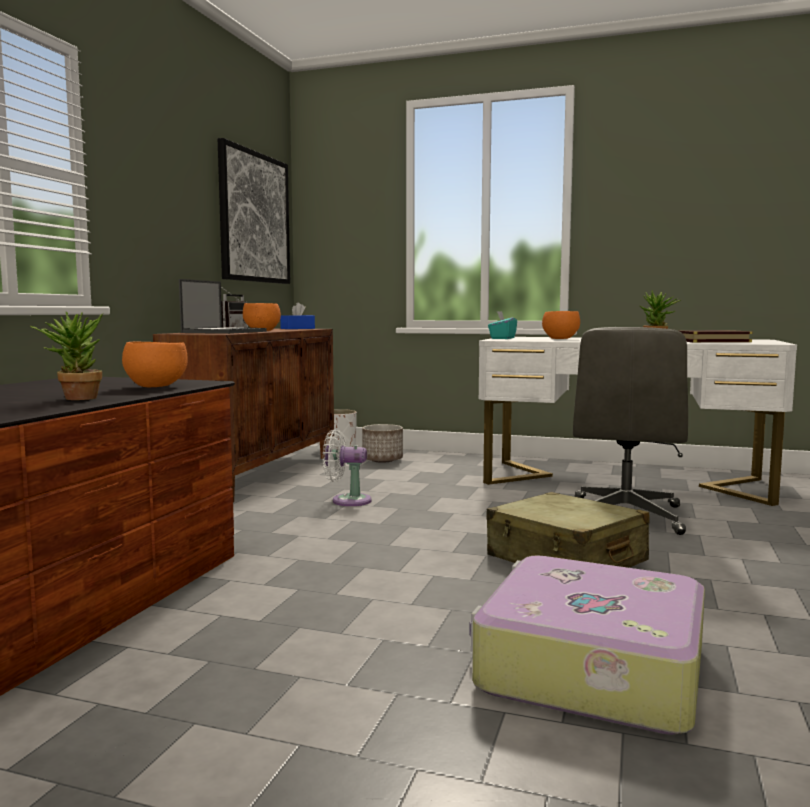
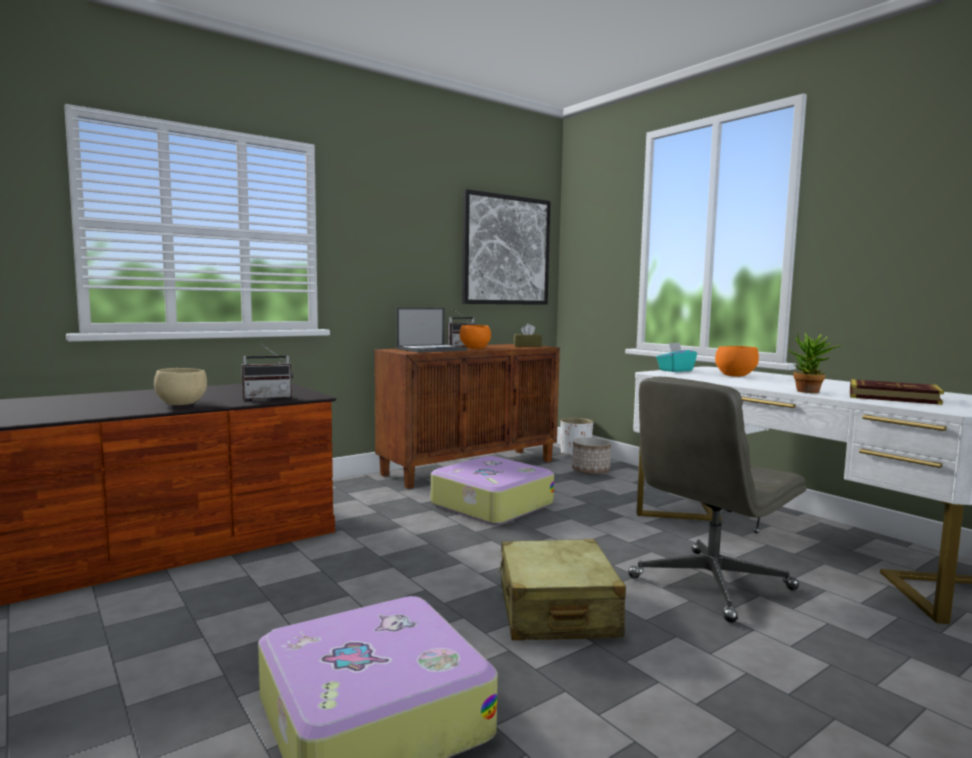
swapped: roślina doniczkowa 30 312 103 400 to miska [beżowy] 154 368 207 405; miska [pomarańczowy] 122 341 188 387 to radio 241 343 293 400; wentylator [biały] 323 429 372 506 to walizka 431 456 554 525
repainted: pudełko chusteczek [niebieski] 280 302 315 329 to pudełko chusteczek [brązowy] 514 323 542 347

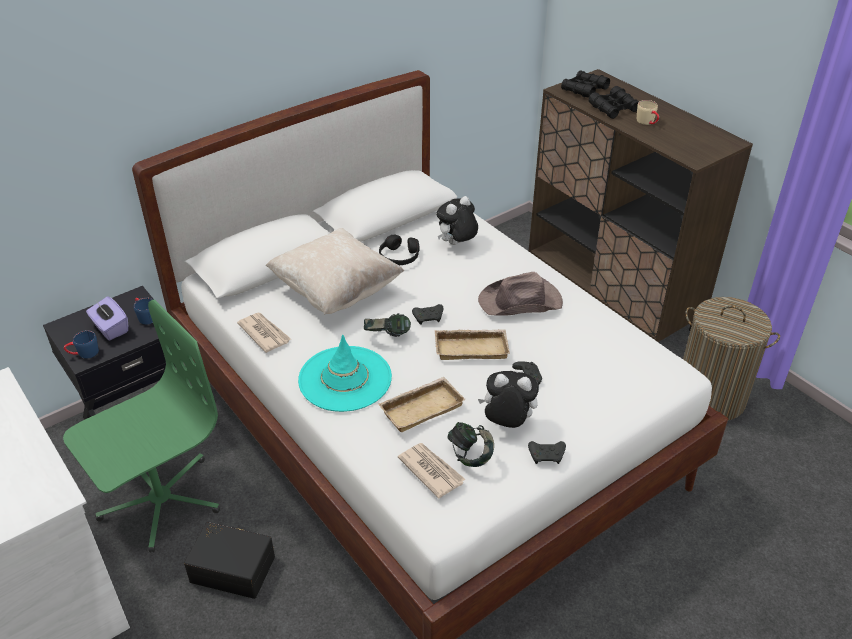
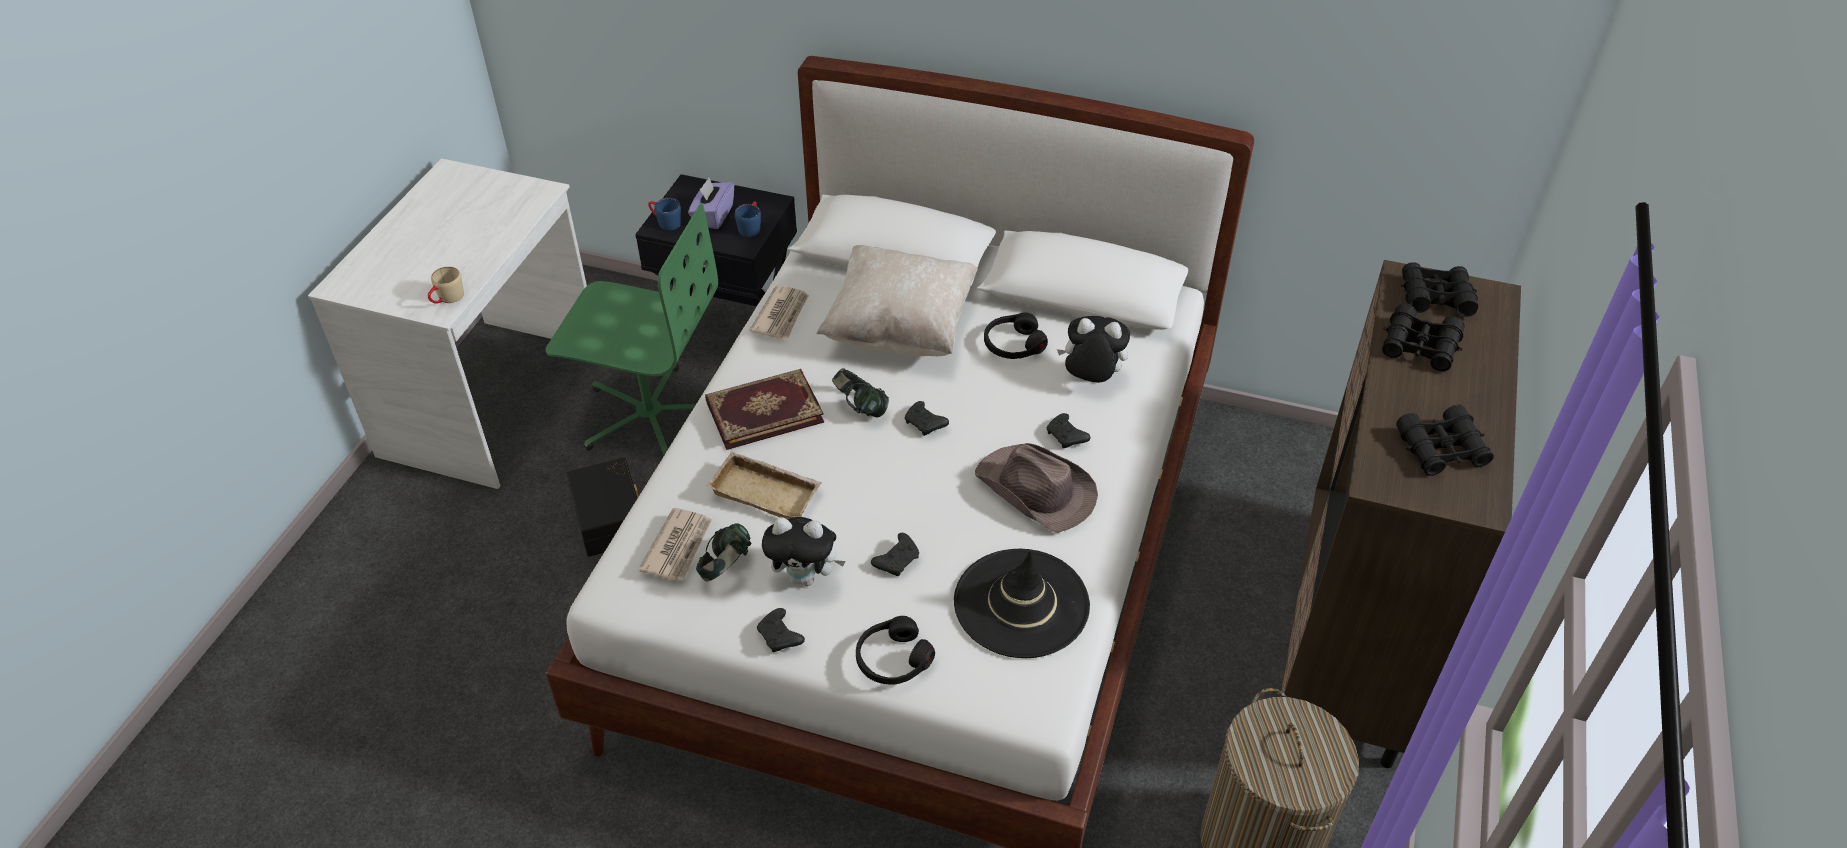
gone: taca [beżowy] 434 329 510 360
new: słuchawki [czarny] 856 616 935 685; kapelusz [czarny] 954 549 1090 658; pad do gier [czarny] 1047 413 1090 448; lornetka [czarny] 1396 404 1494 476
shifted: kubek [beżowy] 637 100 659 125 to 428 266 464 304
swapped: kapelusz [turkusowy] 298 335 392 412 to książka 705 369 824 450
rotated: pluszak 478 371 539 428 = 762 517 846 586 120 degrees clockwise

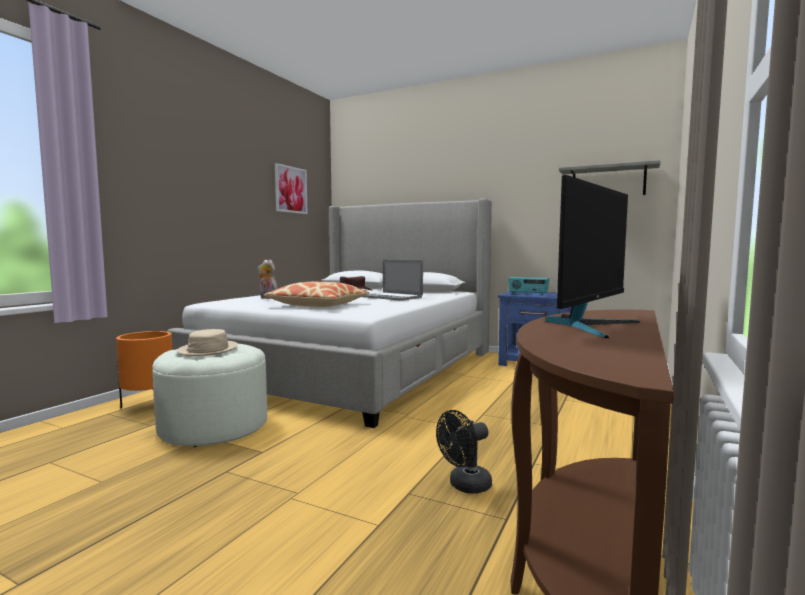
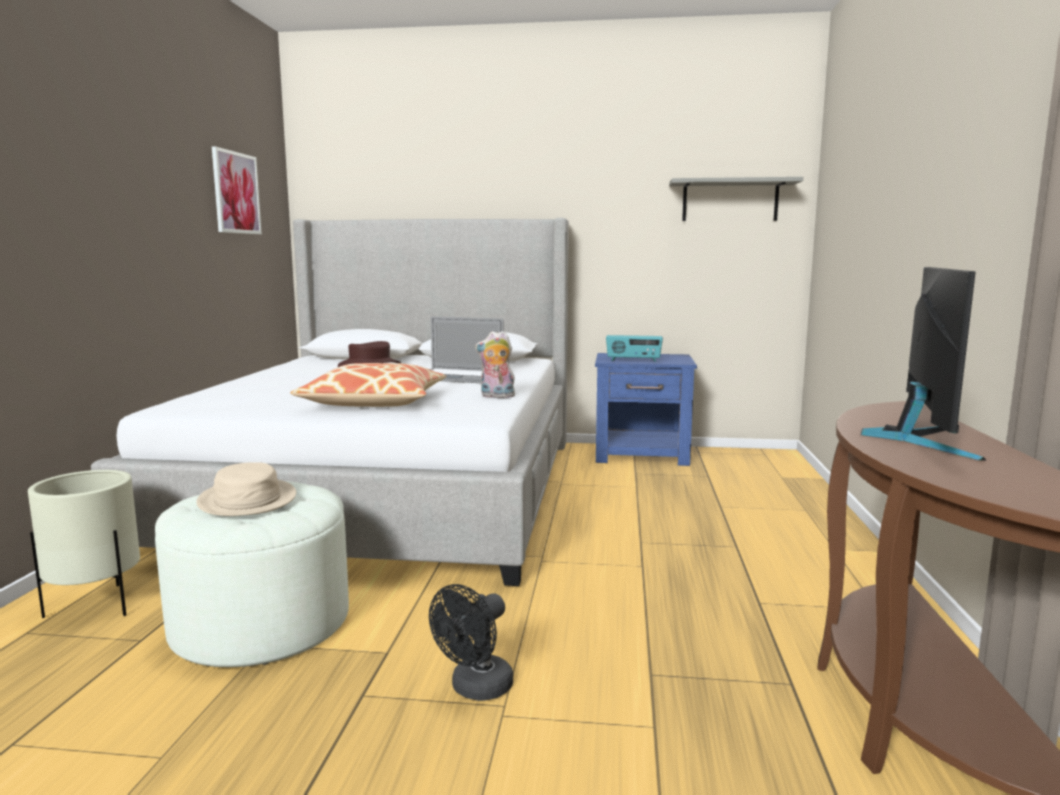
shifted: wentylator [czarny] 436 410 492 494 to 429 584 513 701; pluszak 257 259 278 299 to 475 331 515 398
repainted: donica [pomarańczowy] 116 331 173 408 to donica [beżowy] 28 470 140 618

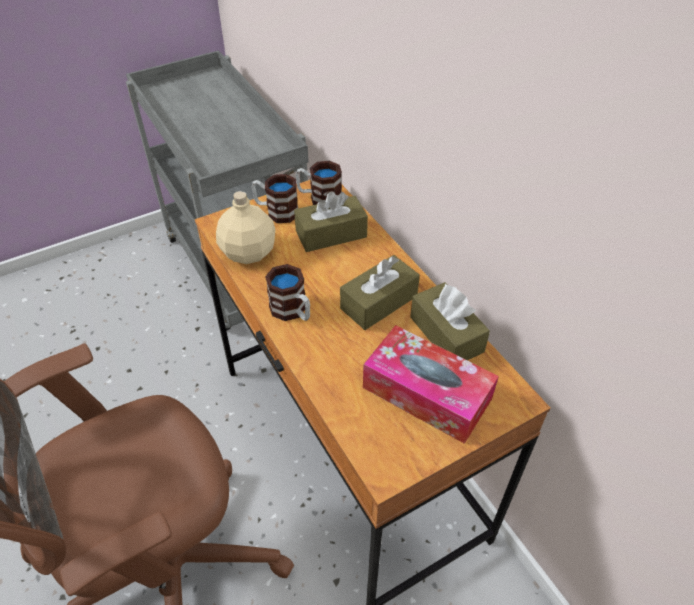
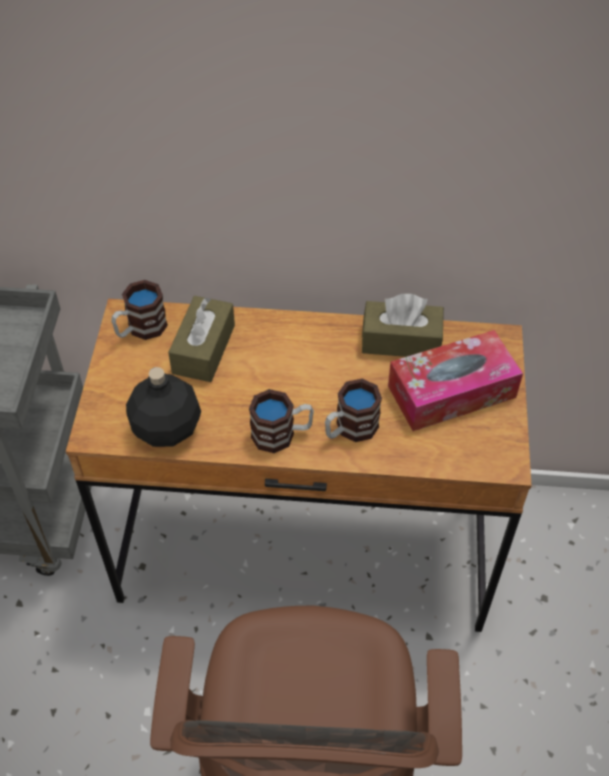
gone: pudełko chusteczek [brązowy] 340 255 420 330
shifted: kubek 252 174 298 223 to 325 379 382 442
repainted: butelka [beżowy] 216 191 275 264 to butelka [czarny] 126 367 201 447

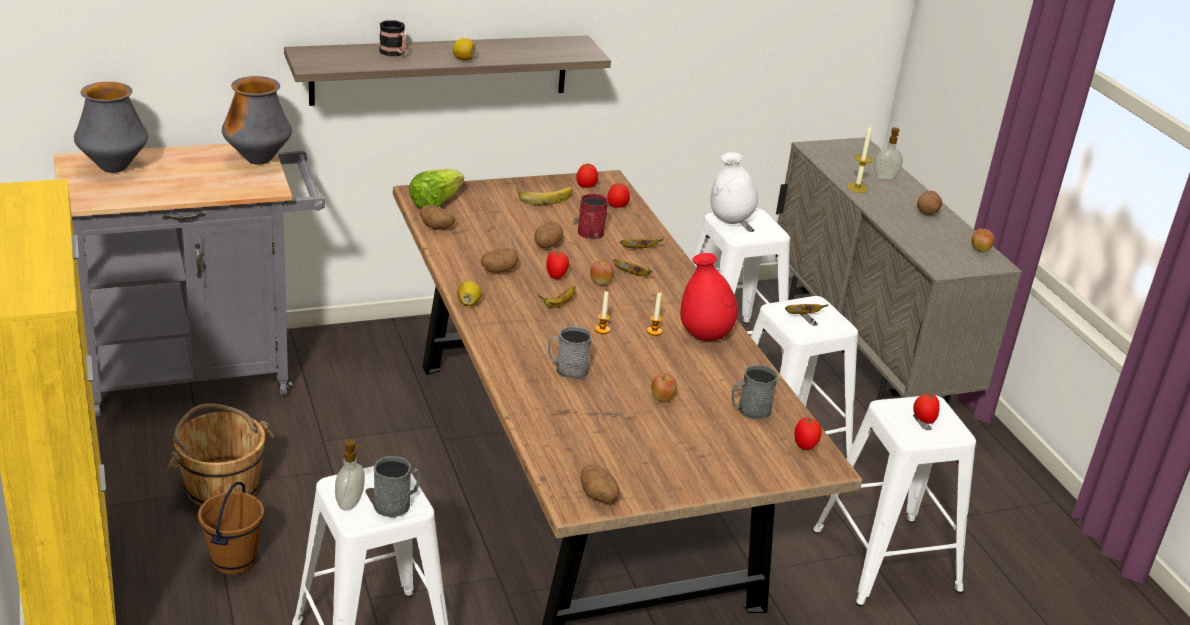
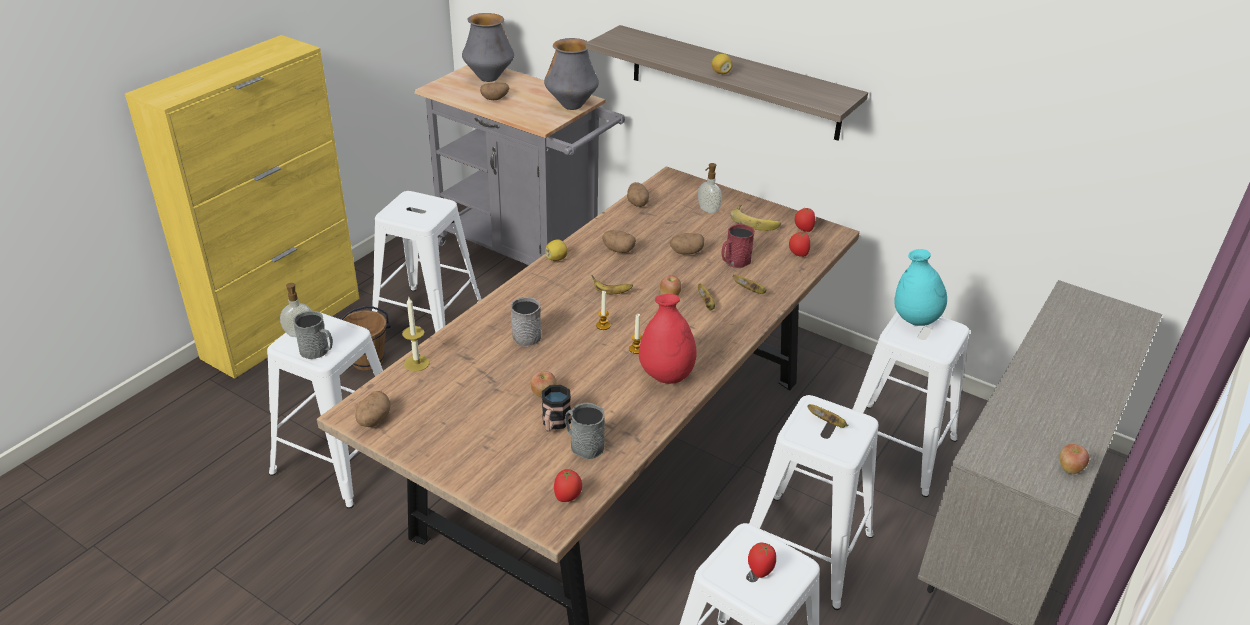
gone: sałata 409 168 464 209; pomidor 546 251 569 279
shifted: świeca 847 125 873 193 to 402 297 430 372; ziemniak 917 190 942 215 to 480 82 509 100; kubek 379 20 406 56 to 542 385 571 432; dozownik mydła 874 127 903 179 to 698 163 722 214
swapped: wiadro [brązowy] 166 403 275 506 to stołek [biały] 372 191 482 333
repainted: wazon [biały] 710 152 758 224 to wazon [turkusowy] 895 249 947 326

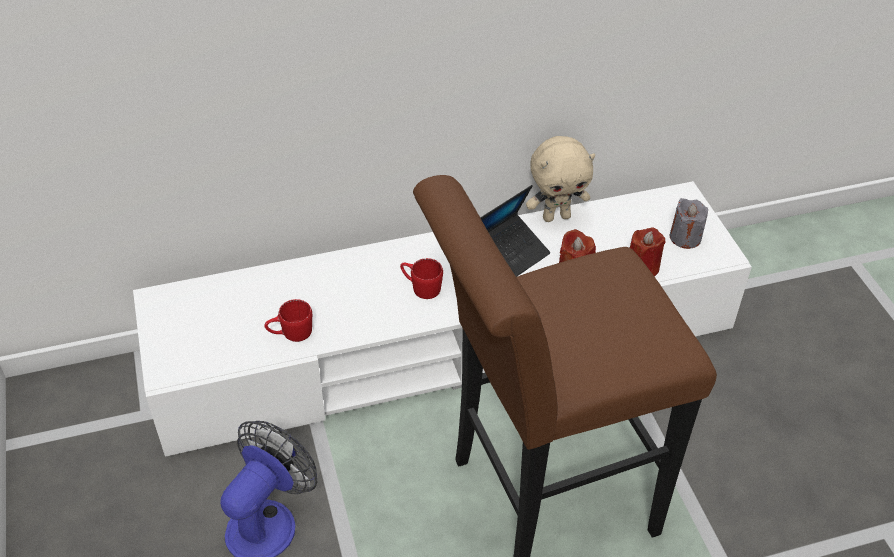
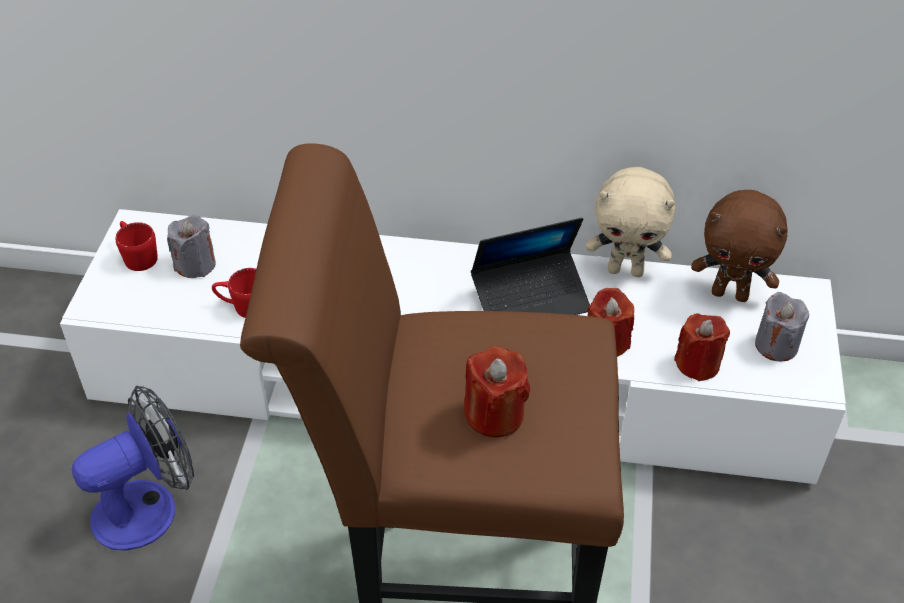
new: świeca [szary] 167 215 216 278; świeca [czerwony] 464 346 530 437; pluszak [brązowy] 691 190 787 302
shifted: kubek [czerwony] 400 258 443 299 to 116 221 158 271

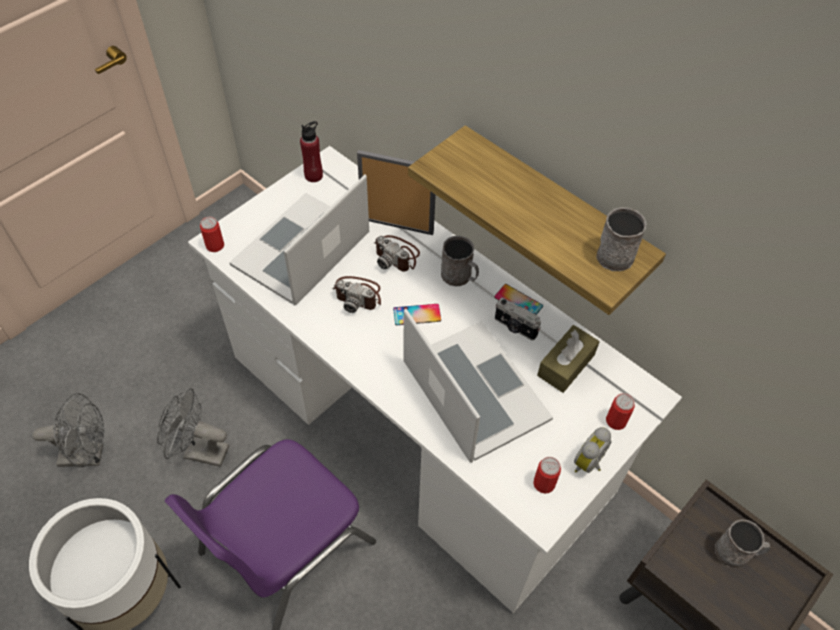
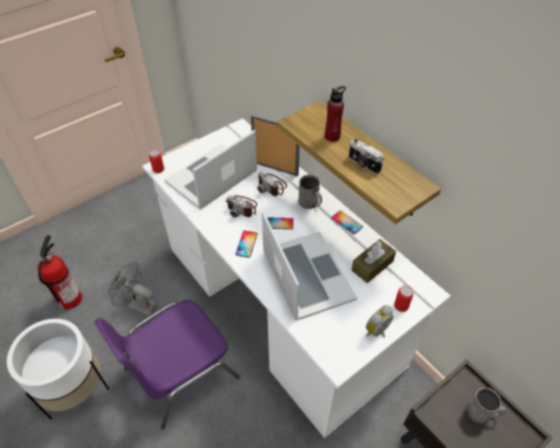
gone: puszka 533 457 561 494; kubek [szary] 596 207 646 271
new: telefon 236 230 258 258
shifted: butelka [czerwony] 300 121 323 182 to 325 86 346 142; aparat fotograficzny 495 298 541 340 to 349 139 384 174
swapped: wentylator [szary] 32 393 104 467 to gaśnica 37 235 82 309

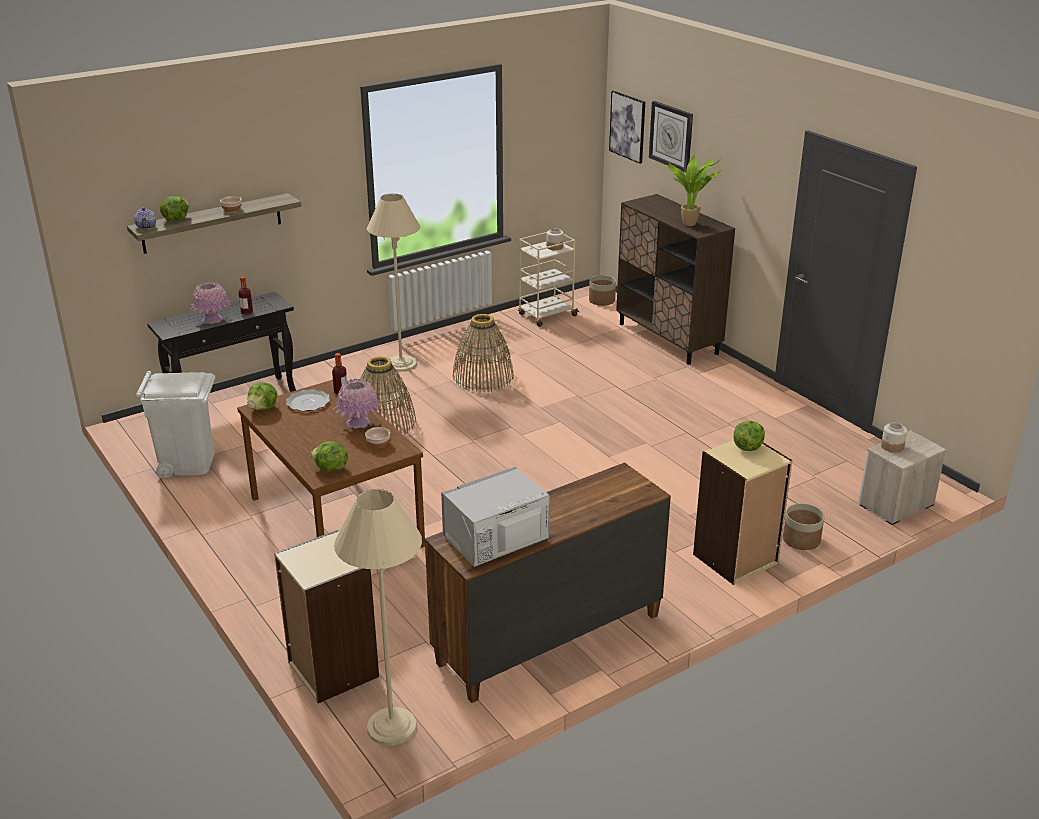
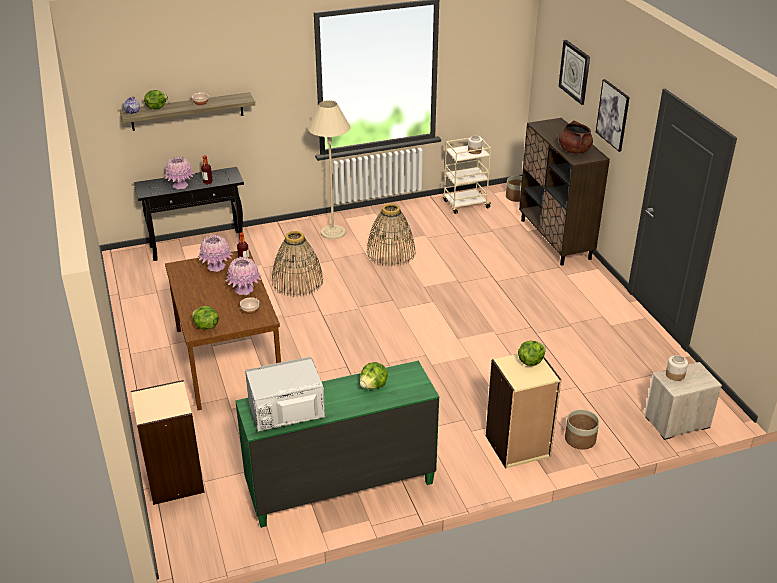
gone: kosz na śmieci [biały] 136 371 215 478; lampa stojąca [beżowy] 334 489 422 746
shifted: sałata 247 382 277 410 to 360 362 388 389; obraz 609 91 645 164 to 596 79 630 152
swapped: talerz 286 389 330 411 to wazon [różowy] 198 234 233 272; roślina doniczkowa 668 155 721 226 to garnek [brązowy] 559 121 593 153
repainted: komoda [brązowy] 425 462 671 703 to komoda [zielony] 235 361 439 528

